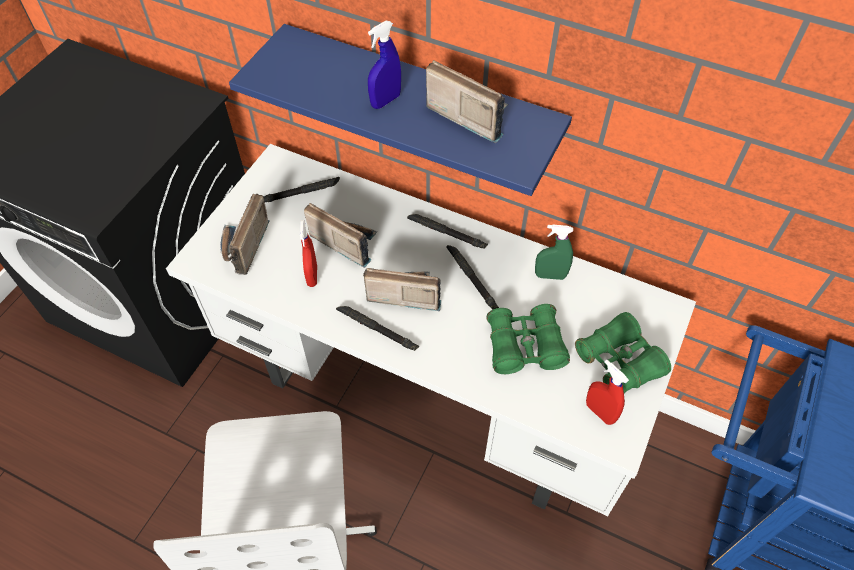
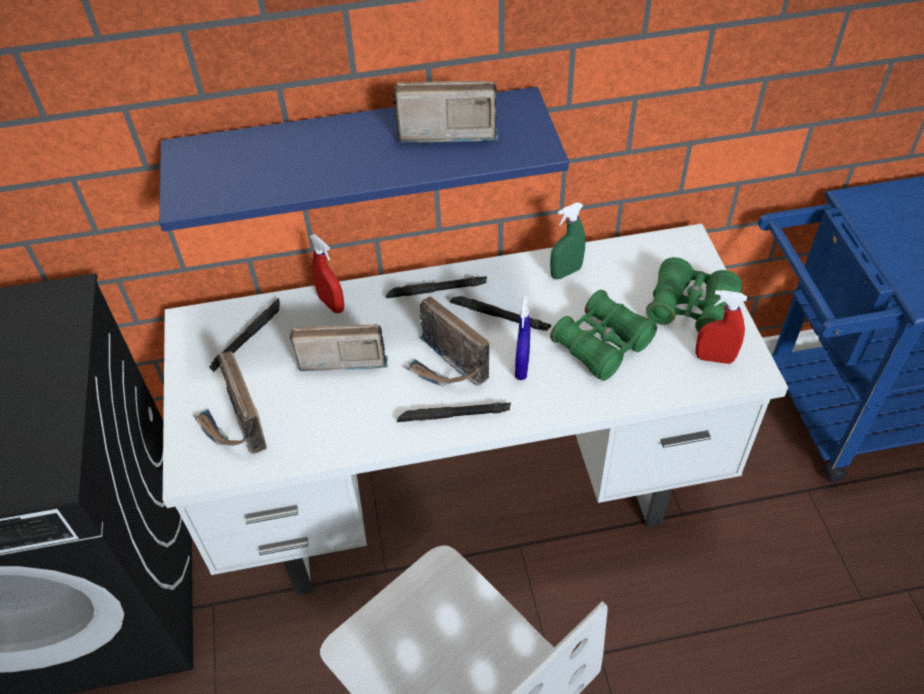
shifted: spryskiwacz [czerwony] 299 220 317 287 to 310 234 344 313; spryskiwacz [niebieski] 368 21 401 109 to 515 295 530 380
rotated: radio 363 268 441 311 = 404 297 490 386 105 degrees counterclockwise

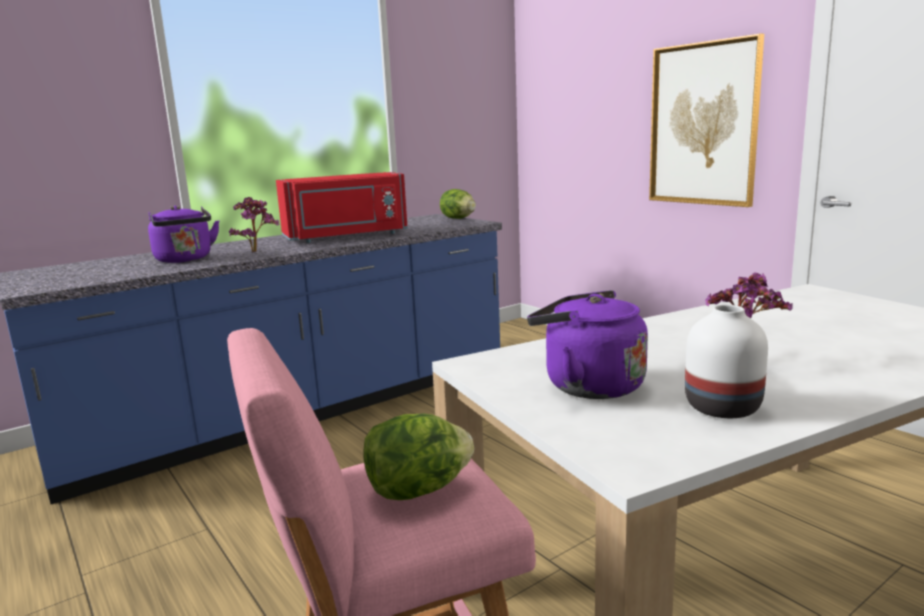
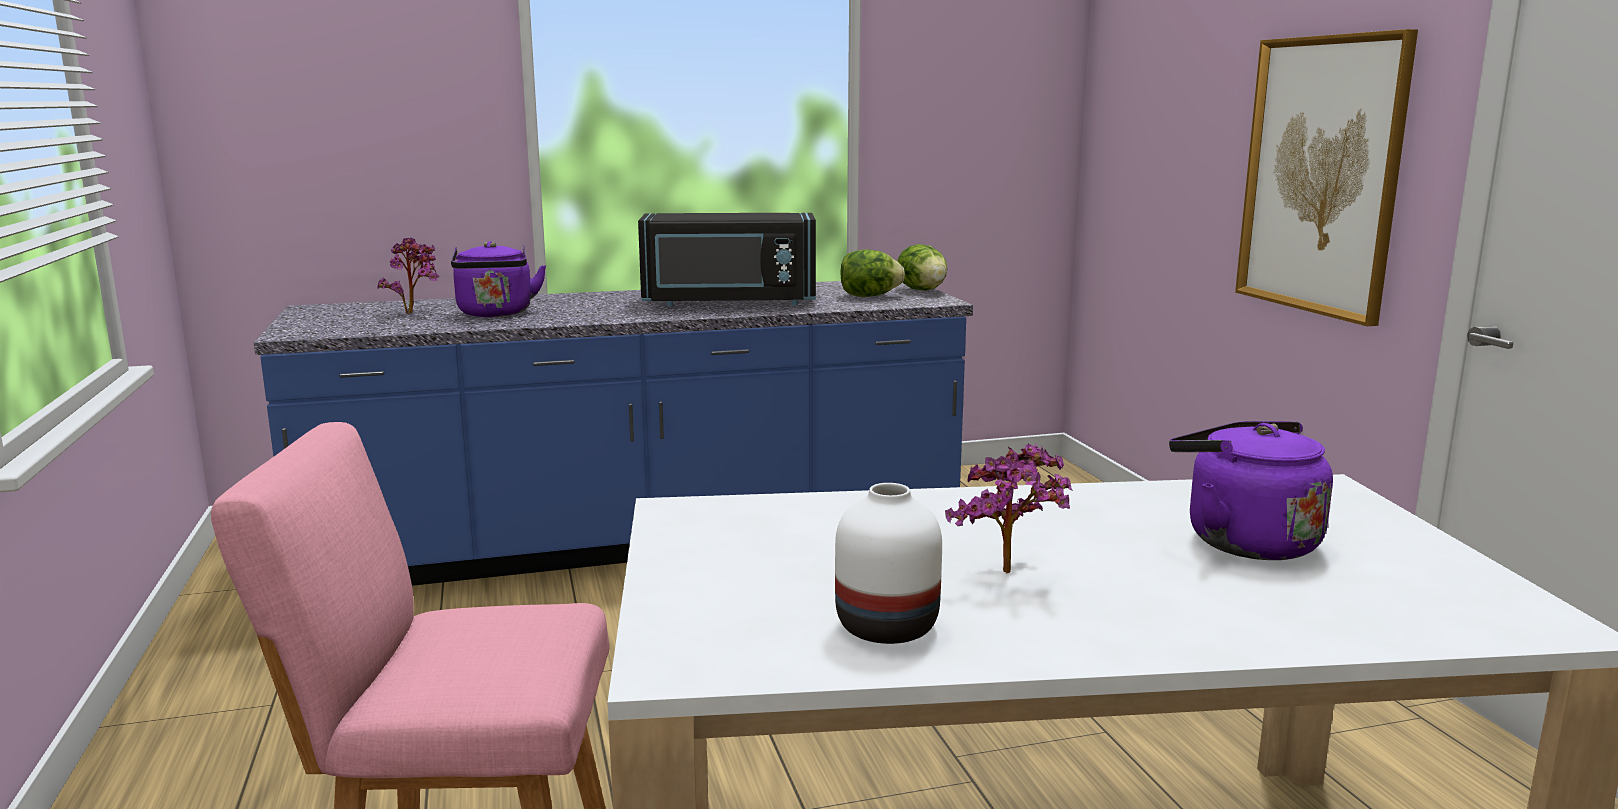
shifted: roślina doniczkowa 229 197 279 252 to 377 237 439 314; sałata 363 414 474 500 to 840 249 905 297; czajnik [fioletowy] 527 290 648 399 to 1169 421 1333 560
repainted: mikrofalówka [czerwony] 276 172 408 243 to mikrofalówka [czarny] 638 213 816 307

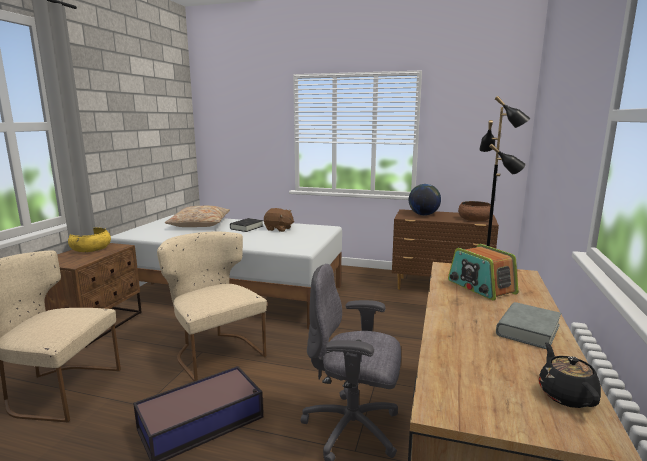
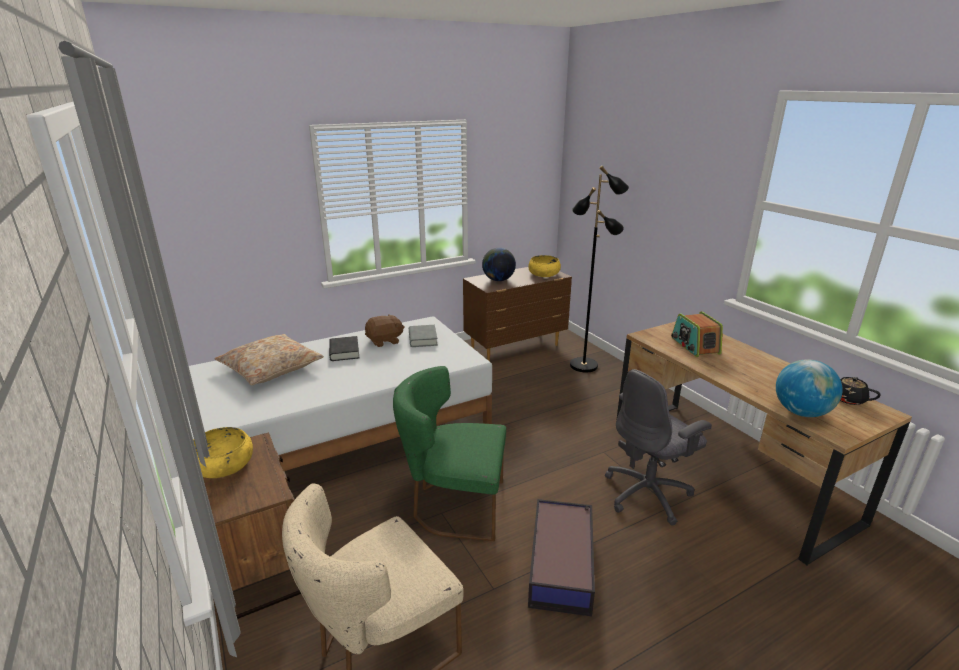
new: globus 776 359 843 417
shifted: książka [szary] 496 302 561 349 to 409 325 438 347
repainted: krzesło [beżowy] 157 231 267 381 to krzesło [zielony] 393 366 506 541; miska [brązowy] 458 201 491 221 to miska [żółty] 528 255 561 277
rotated: radio 448 244 518 300 = 671 311 723 357 60 degrees clockwise

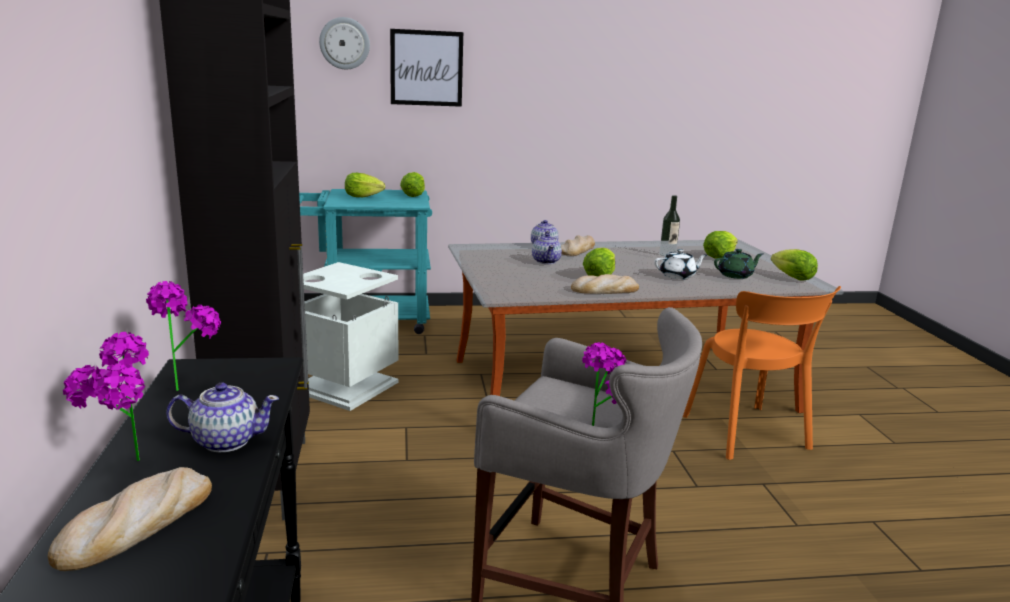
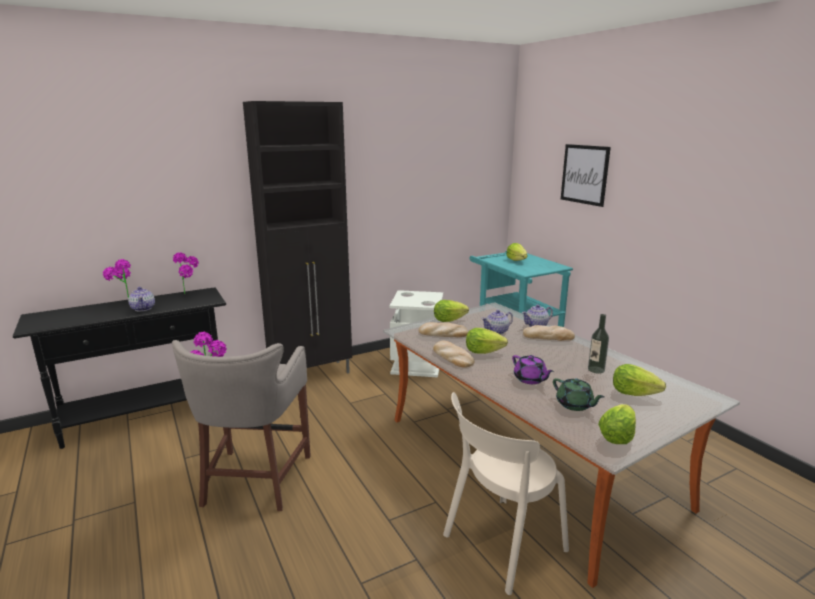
gone: zegar ścienny 319 17 370 69
shifted: chleb 48 467 212 571 to 418 322 468 337; sałata 400 172 425 197 to 434 300 469 322
repainted: krzesło [pomarańczowy] 683 286 841 460 to krzesło [beżowy] 443 392 569 595; imbryk [biały] 654 249 707 280 to imbryk [fioletowy] 512 355 554 384

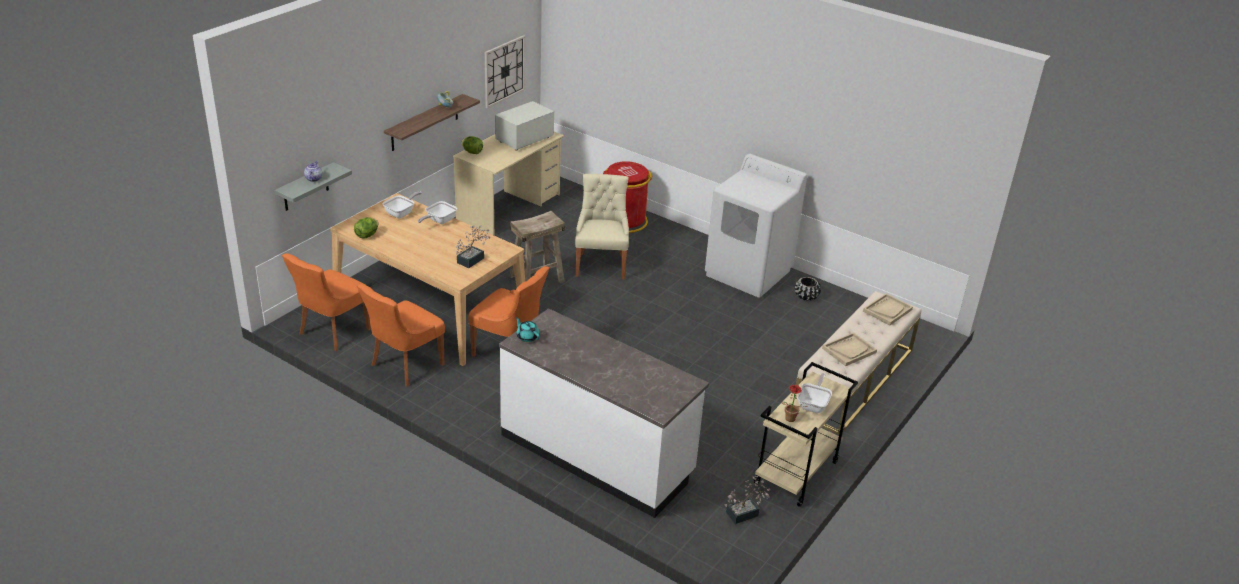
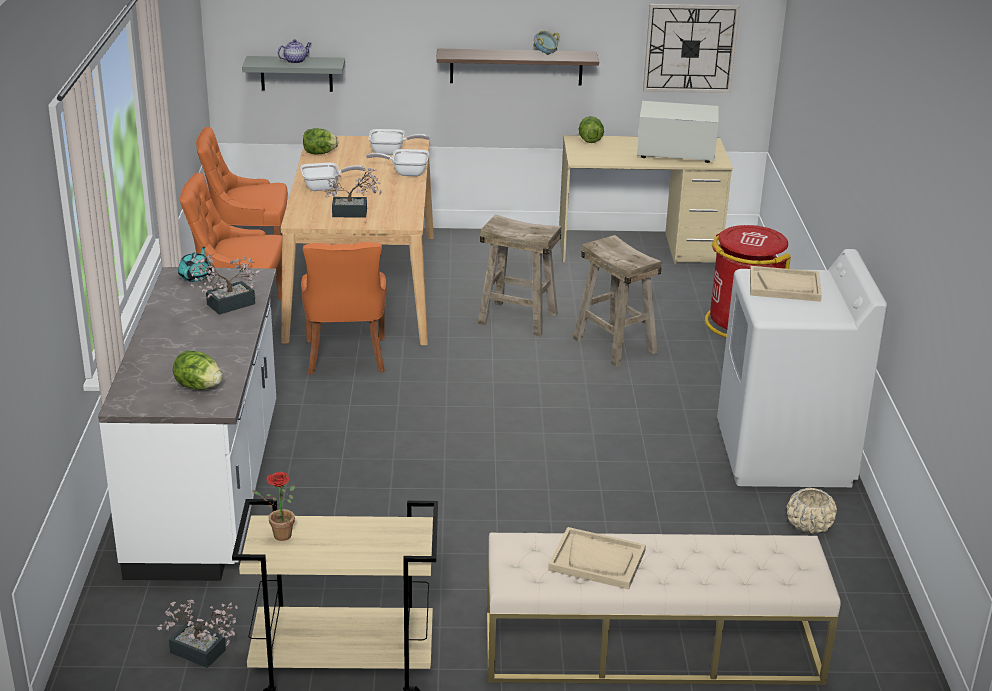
new: sałata 173 351 223 390; roślina doniczkowa 191 255 259 315
shifted: patelnia 797 373 832 413 to 300 163 365 191; taca [beżowy] 863 293 913 325 to 750 266 822 302
swapped: krzesło [beżowy] 575 174 629 280 to stołek [beżowy] 573 235 662 367
repainted: donica [czarny] 795 277 821 301 to donica [beżowy] 787 488 837 534

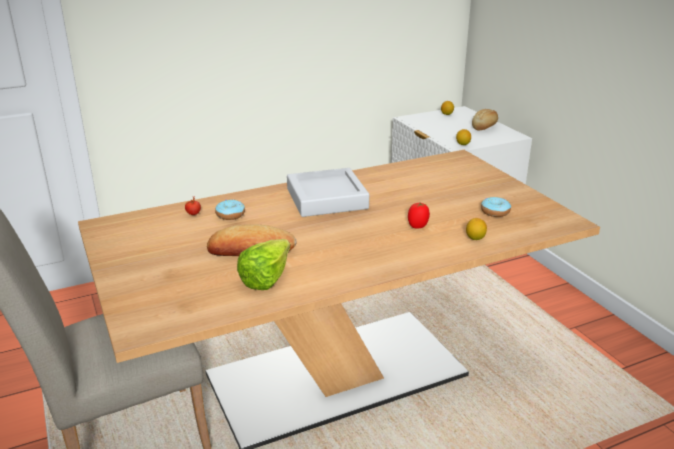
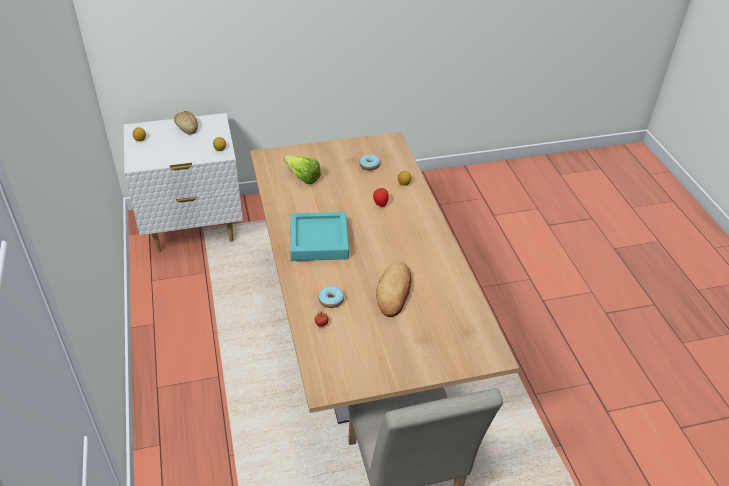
shifted: sałata 237 239 290 290 to 284 155 321 184
repainted: taca [szary] 287 168 369 217 to taca [turkusowy] 290 212 349 261

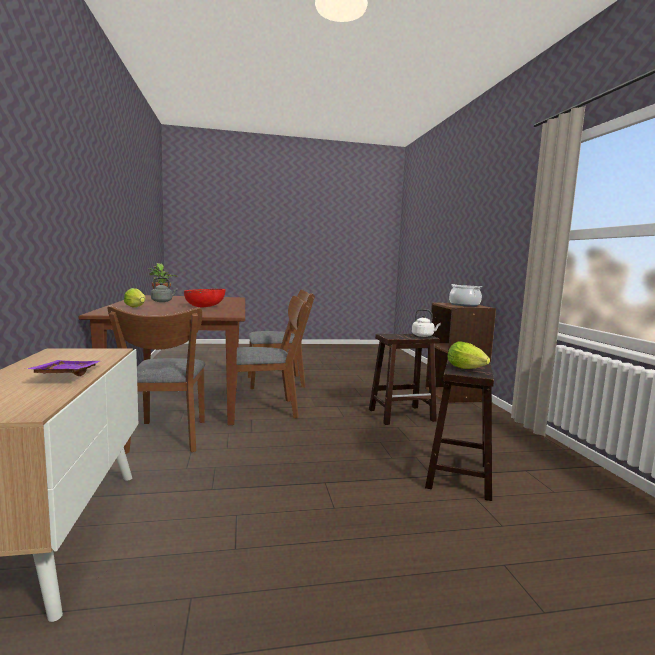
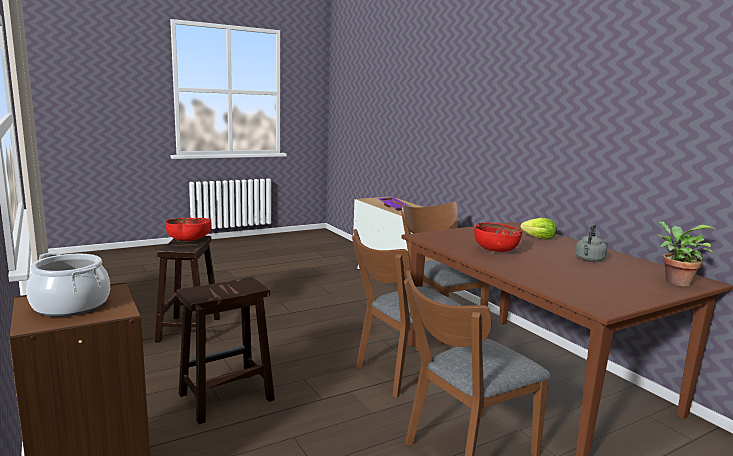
gone: czajnik [biały] 412 309 441 337
swapped: sałata 448 341 490 369 to miska [czerwony] 165 218 211 241

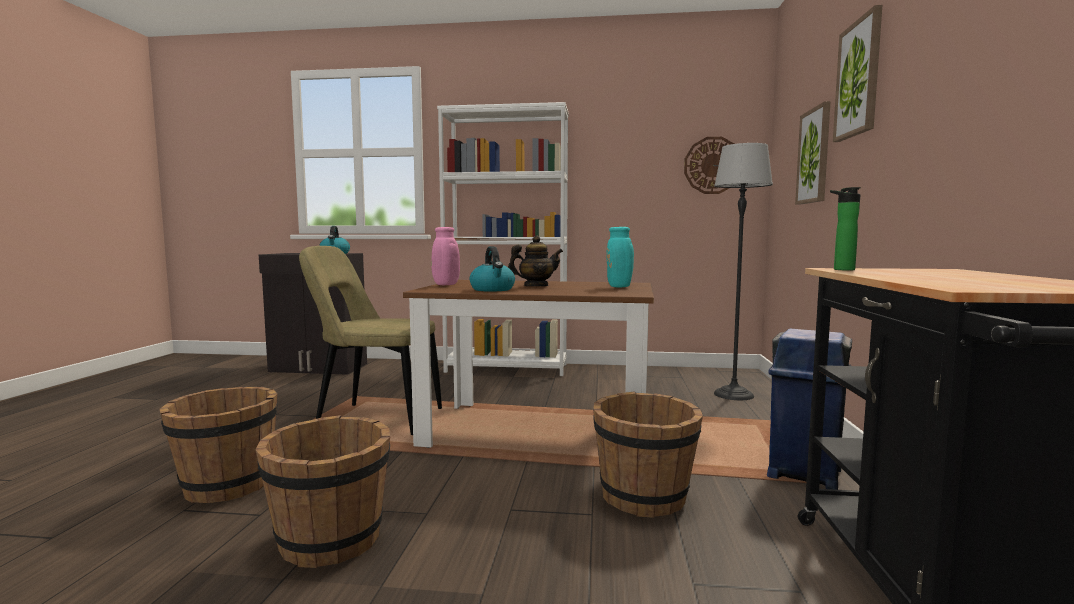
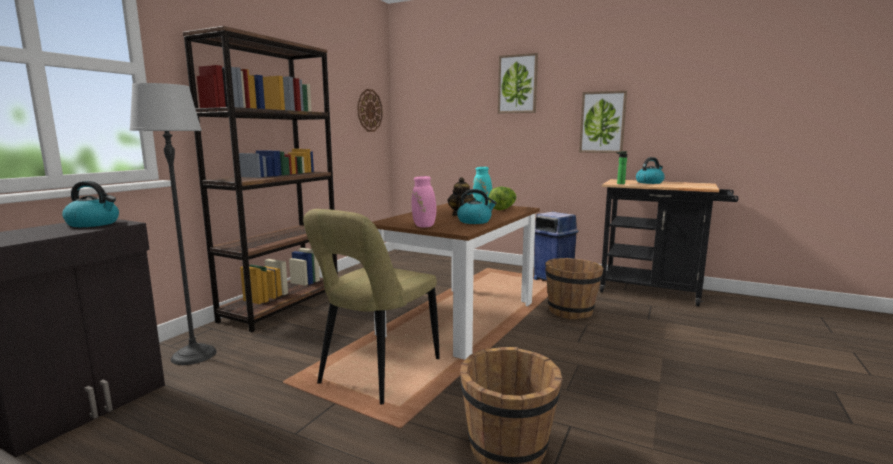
gone: wiadro [brązowy] 255 415 390 568
new: sałata 489 186 517 210; czajnik 636 157 665 184
shifted: lampa stojąca 714 143 773 400 to 130 83 217 365; obraz 795 101 831 205 to 579 90 627 153
repainted: regał [biały] 437 102 569 376 to regał [brązowy] 182 26 338 332

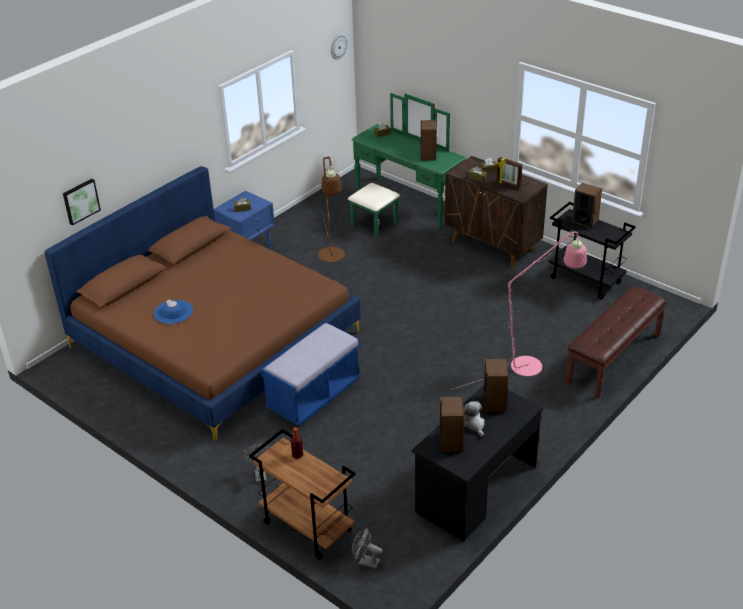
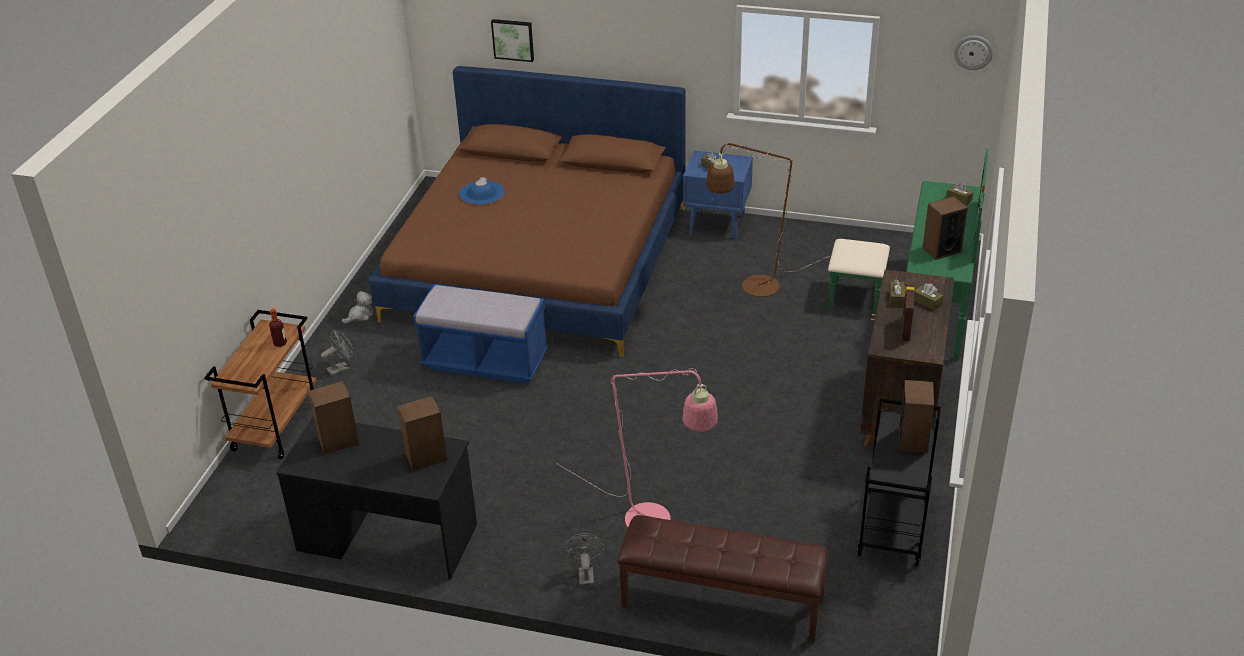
shifted: pluszak 463 401 485 437 to 342 291 374 324; wentylator [szary] 352 528 383 569 to 563 533 606 586

